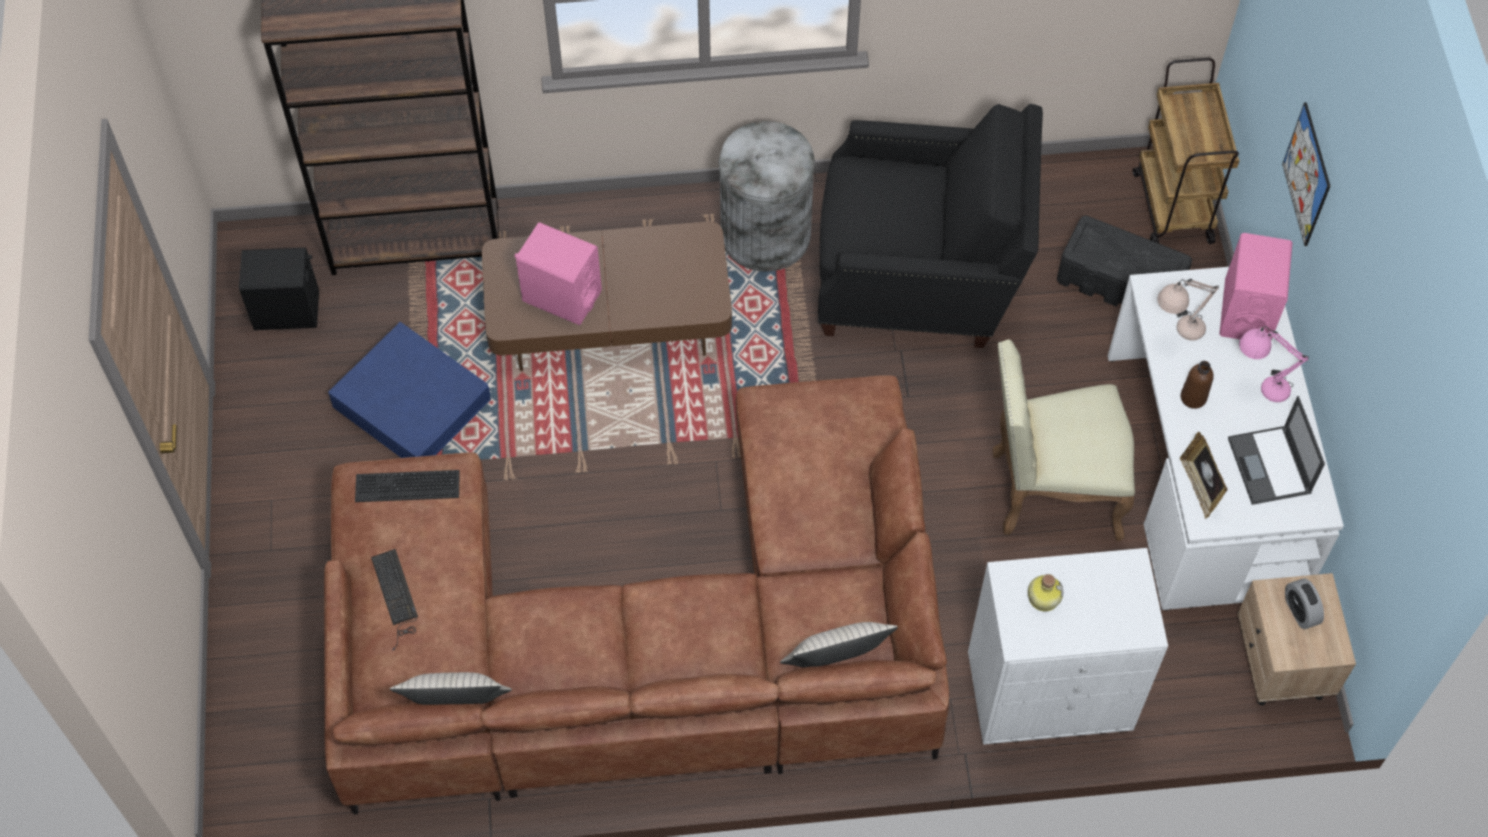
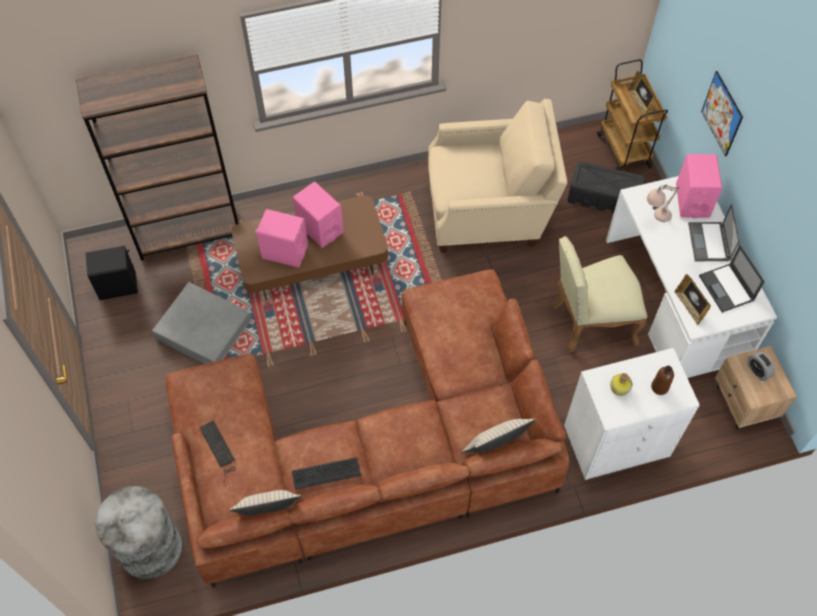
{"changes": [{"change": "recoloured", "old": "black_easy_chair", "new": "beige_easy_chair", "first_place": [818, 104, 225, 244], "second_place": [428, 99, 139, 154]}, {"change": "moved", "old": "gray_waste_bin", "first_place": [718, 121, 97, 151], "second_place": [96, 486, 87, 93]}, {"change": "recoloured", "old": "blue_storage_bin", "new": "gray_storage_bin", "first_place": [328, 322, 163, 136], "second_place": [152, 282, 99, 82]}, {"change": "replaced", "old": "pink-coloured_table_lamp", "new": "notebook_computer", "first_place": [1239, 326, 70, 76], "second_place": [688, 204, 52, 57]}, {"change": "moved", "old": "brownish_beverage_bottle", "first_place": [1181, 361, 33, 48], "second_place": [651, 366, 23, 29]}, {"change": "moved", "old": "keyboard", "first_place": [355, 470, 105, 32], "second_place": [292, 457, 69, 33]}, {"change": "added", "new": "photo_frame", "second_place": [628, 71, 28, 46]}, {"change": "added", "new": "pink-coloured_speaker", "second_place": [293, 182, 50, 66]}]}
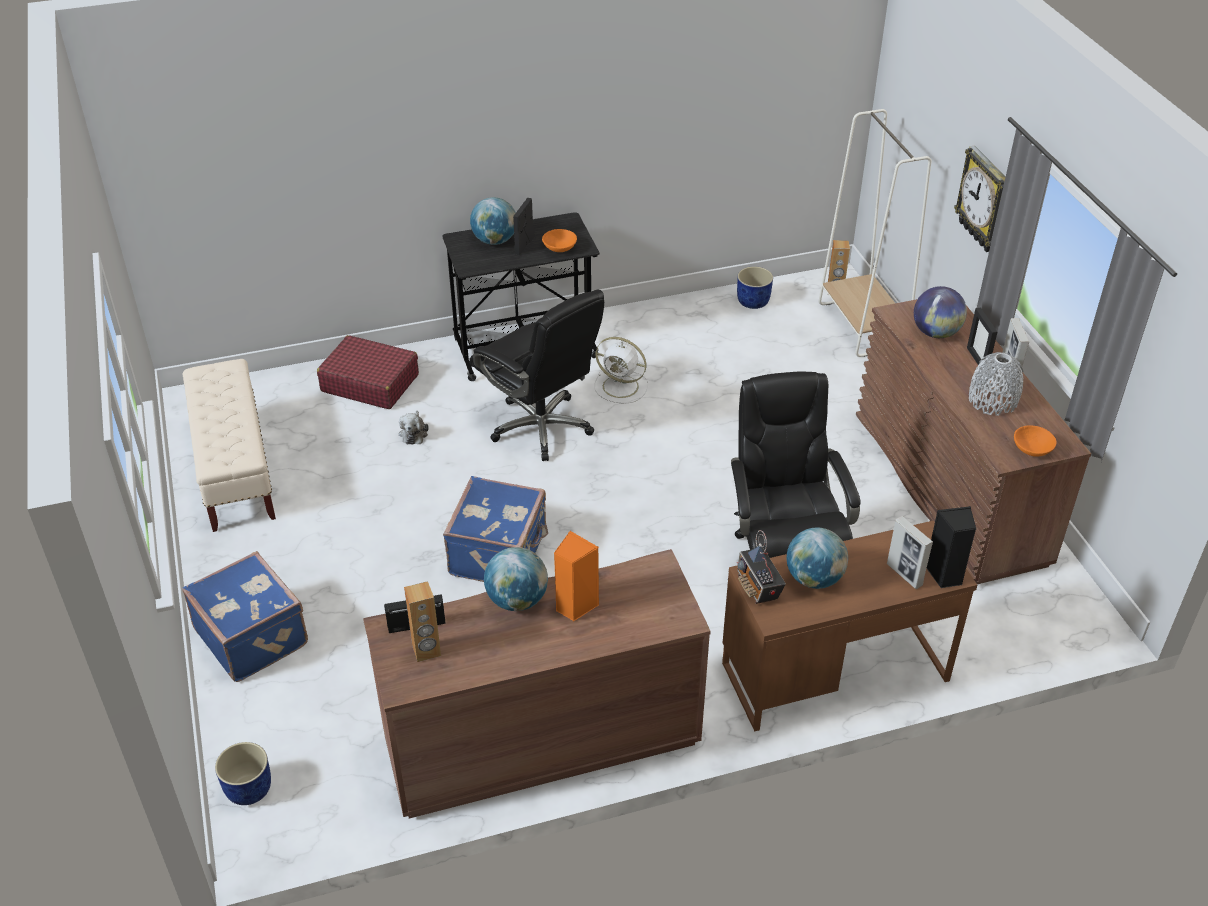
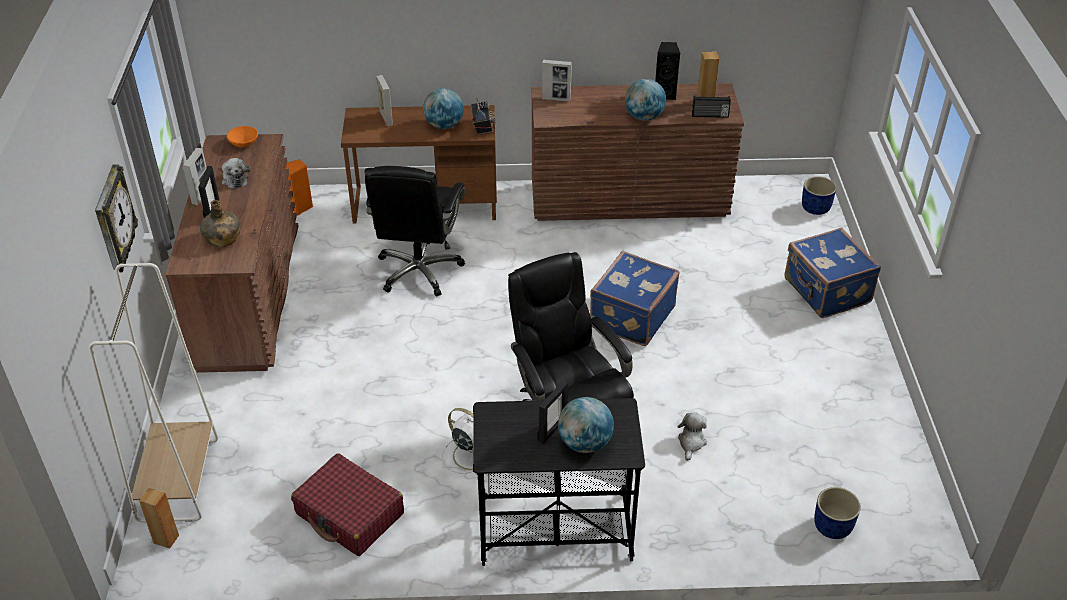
{"changes": [{"change": "removed", "old": "orangey_deep_dish", "first_place": [542, 229, 35, 23]}, {"change": "moved", "old": "blue_planter", "first_place": [737, 267, 36, 42], "second_place": [814, 487, 47, 52]}, {"change": "replaced", "old": "desk_globe", "new": "green-coloured_beverage_bottle", "first_place": [914, 286, 53, 52], "second_place": [200, 200, 41, 47]}, {"change": "moved", "old": "red-coloured_travel_case", "first_place": [317, 335, 102, 74], "second_place": [291, 453, 113, 103]}, {"change": "replaced", "old": "gray_vase", "new": "plush_toy", "first_place": [969, 352, 55, 64], "second_place": [222, 158, 28, 31]}, {"change": "removed", "old": "beige_indoor_bench", "first_place": [183, 359, 93, 173]}, {"change": "moved", "old": "black_speaker", "first_place": [926, 506, 50, 82], "second_place": [655, 42, 26, 58]}, {"change": "moved", "old": "orangey_speaker", "first_place": [554, 531, 45, 90], "second_place": [286, 159, 27, 57]}, {"change": "added", "new": "photo_frame", "second_place": [542, 60, 30, 42]}]}
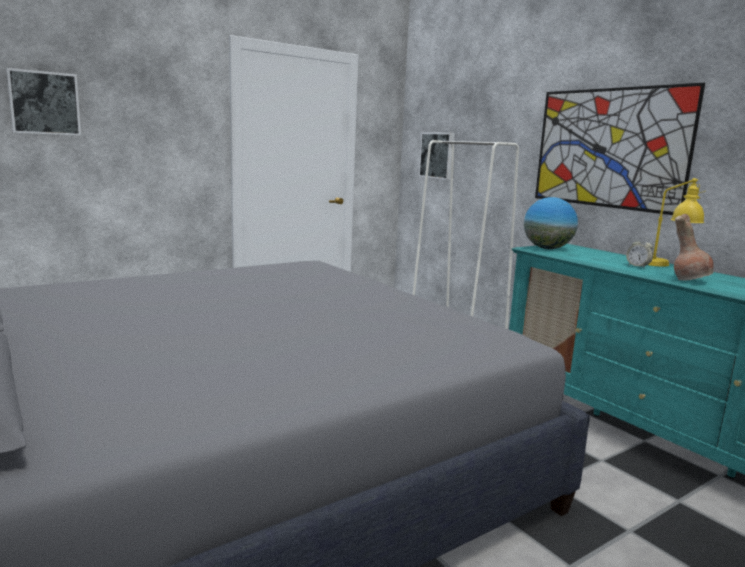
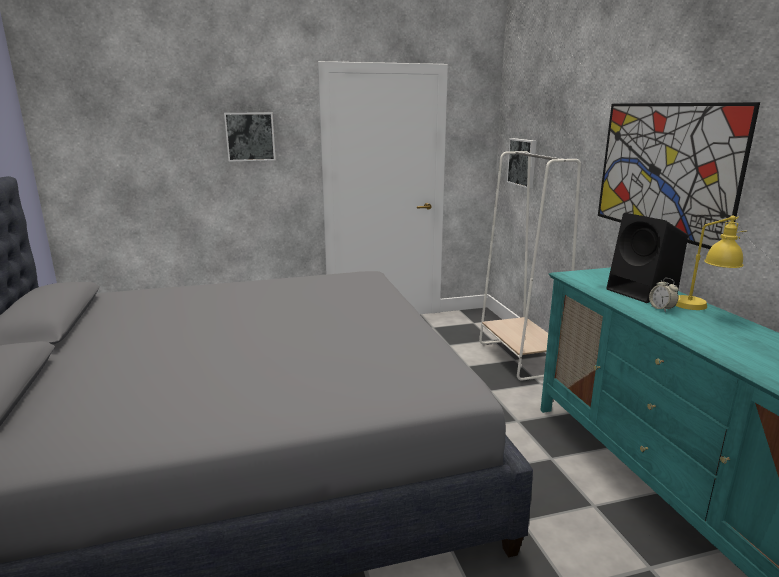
{"changes": [{"change": "moved", "old": "picture", "first_place": [6, 68, 75, 68], "second_place": [224, 113, 52, 49]}, {"change": "removed", "old": "desk_globe", "first_place": [524, 197, 54, 52]}, {"change": "removed", "old": "brownish_vase", "first_place": [674, 214, 40, 66]}, {"change": "added", "new": "black_speaker", "second_place": [606, 213, 82, 90]}]}
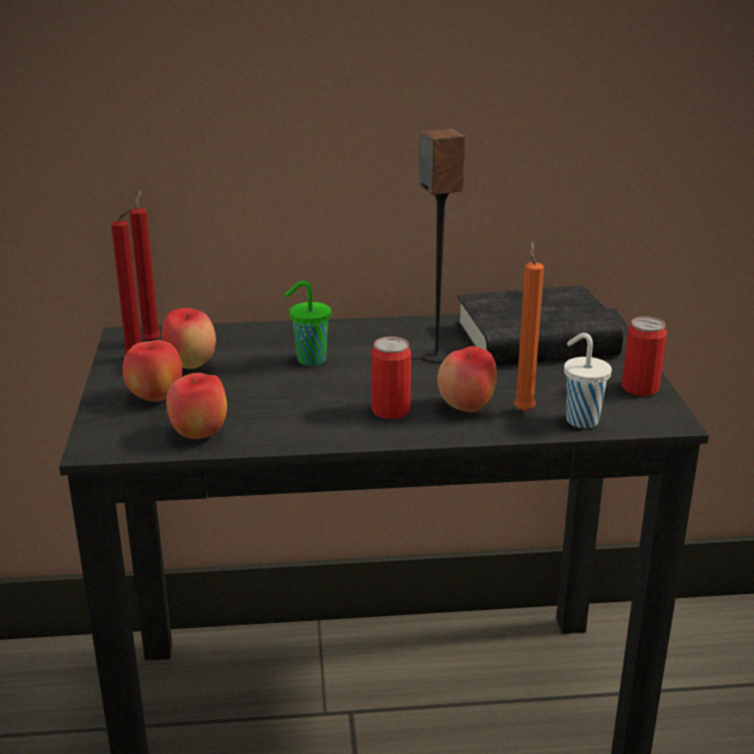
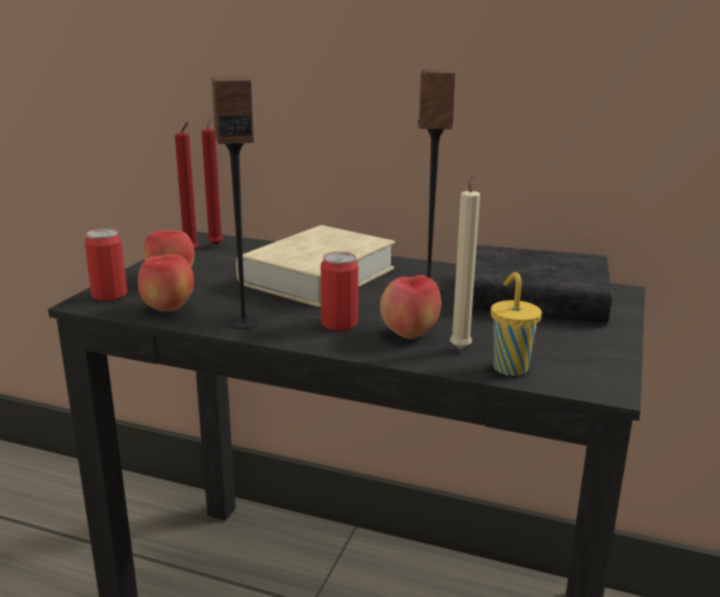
{"changes": [{"change": "recoloured", "old": "orangey_candle", "new": "beige_candle", "first_place": [514, 242, 30, 170], "second_place": [450, 170, 30, 179]}, {"change": "replaced", "old": "green-coloured_cup", "new": "beige_book", "first_place": [285, 281, 46, 85], "second_place": [236, 225, 159, 82]}, {"change": "removed", "old": "whole_apple", "first_place": [162, 308, 54, 61]}, {"change": "moved", "old": "metal_can", "first_place": [622, 316, 45, 80], "second_place": [85, 228, 42, 73]}, {"change": "recoloured", "old": "whitish_cup", "new": "yellow-coloured_cup", "first_place": [564, 333, 48, 95], "second_place": [491, 272, 51, 104]}, {"change": "added", "new": "speaker", "second_place": [211, 76, 48, 253]}]}
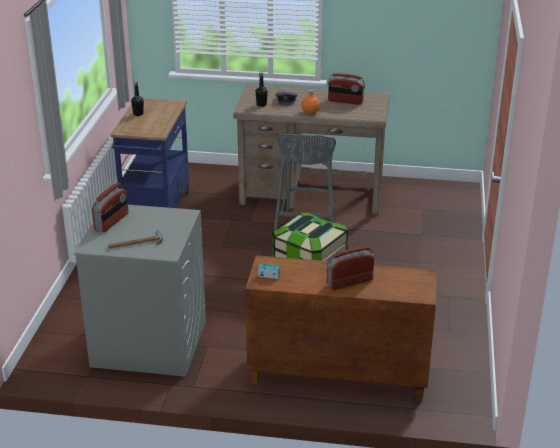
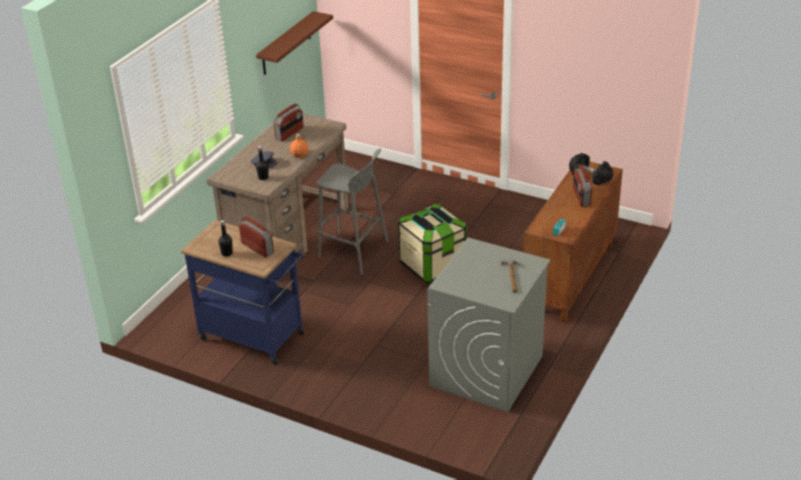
{"changes": [{"change": "moved", "old": "radio_set", "first_place": [92, 183, 37, 49], "second_place": [239, 216, 35, 42]}, {"change": "added", "new": "brownish_shelf", "second_place": [256, 11, 77, 64]}, {"change": "added", "new": "black_free_weight", "second_place": [569, 153, 44, 32]}]}
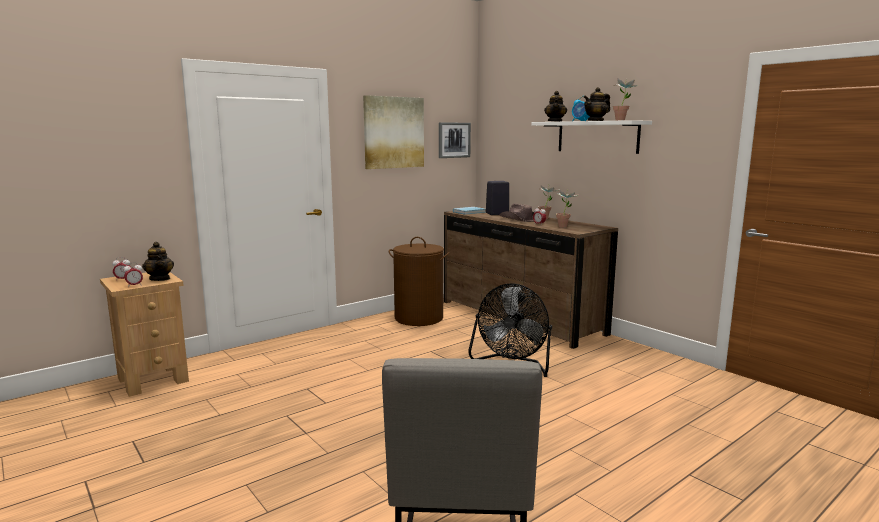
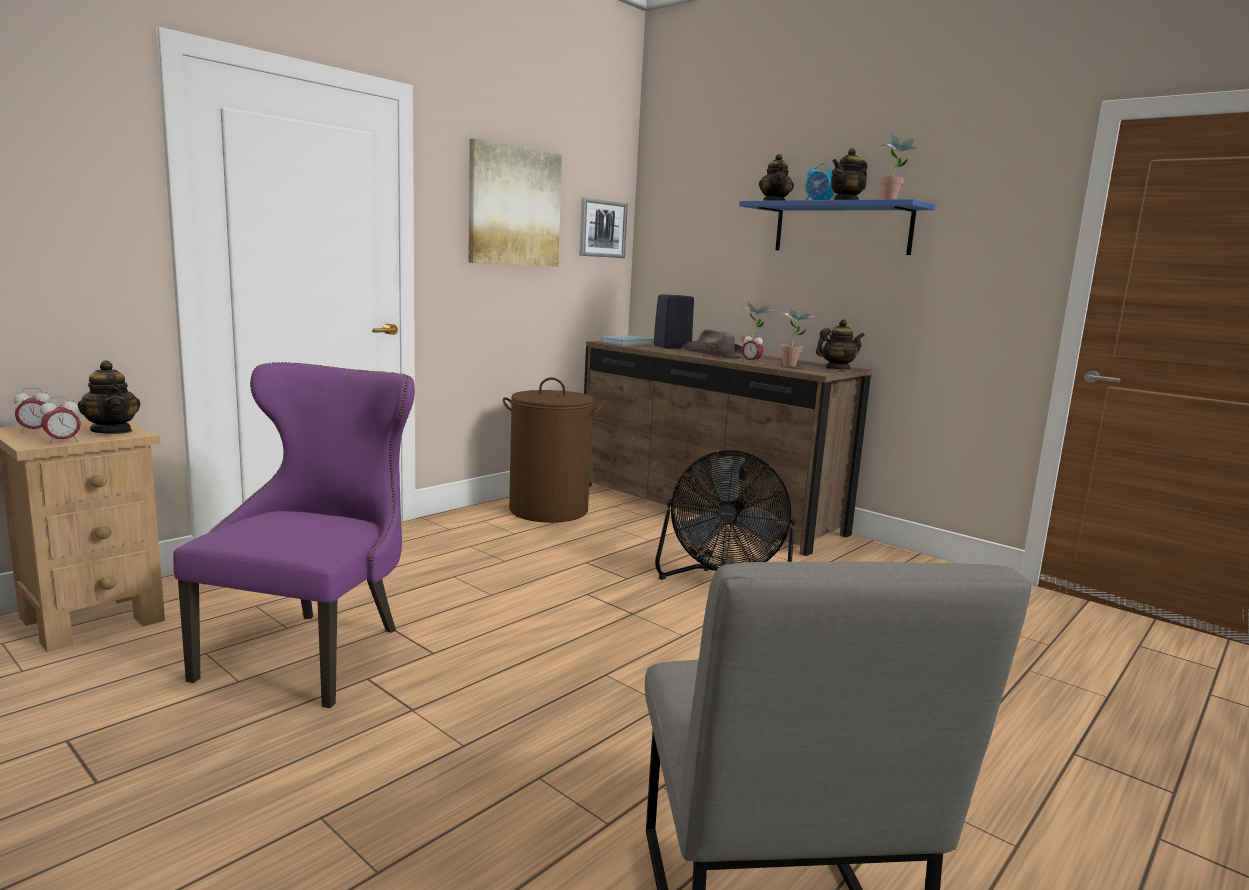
{"changes": [{"change": "recoloured", "old": "whitish_shelf", "new": "blue_shelf", "first_place": [531, 120, 121, 34], "second_place": [739, 199, 196, 56]}, {"change": "added", "new": "tea_pot", "second_place": [816, 320, 49, 49]}, {"change": "added", "new": "purple-coloured_chair", "second_place": [173, 362, 242, 346]}]}
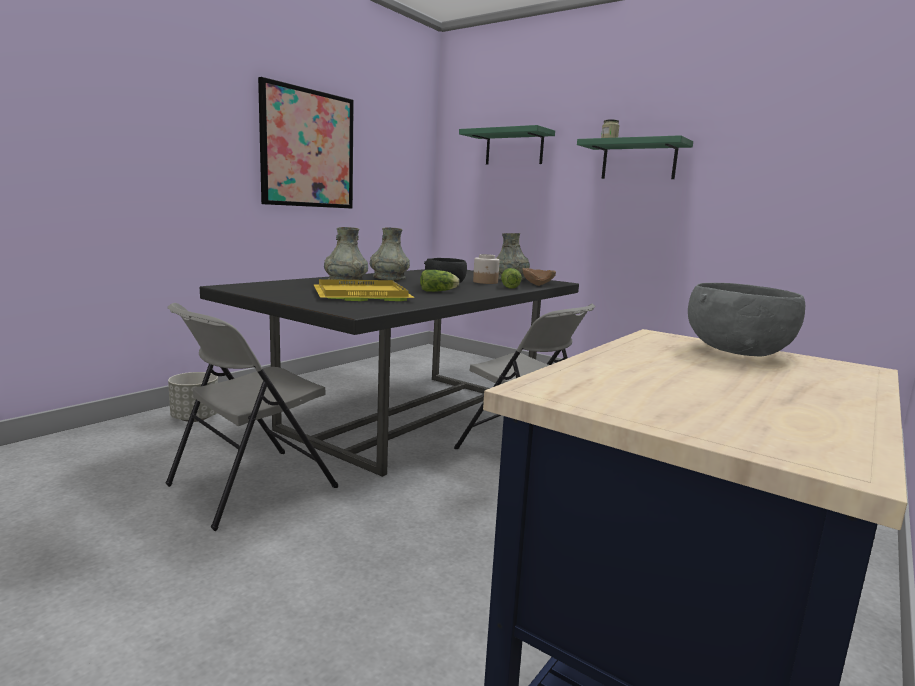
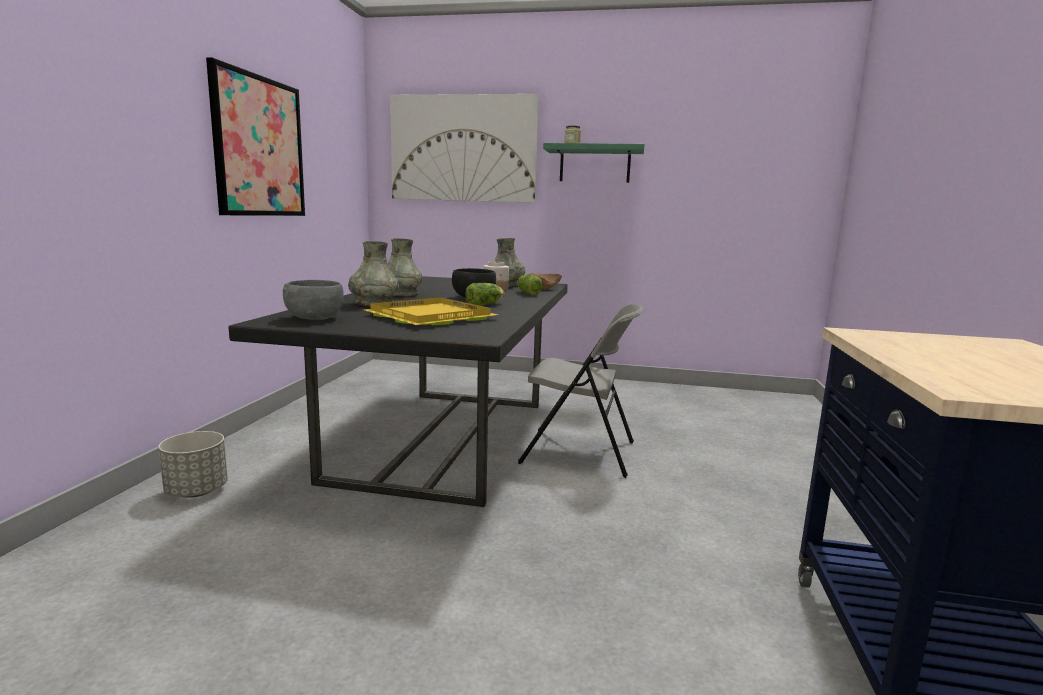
{"changes": [{"change": "replaced", "old": "green-coloured_shelf", "new": "picture", "first_place": [459, 125, 96, 39], "second_place": [390, 94, 149, 109]}, {"change": "moved", "old": "gray_deep_dish", "first_place": [688, 283, 117, 74], "second_place": [283, 280, 61, 40]}, {"change": "removed", "old": "gray_chair", "first_place": [165, 303, 173, 228]}]}
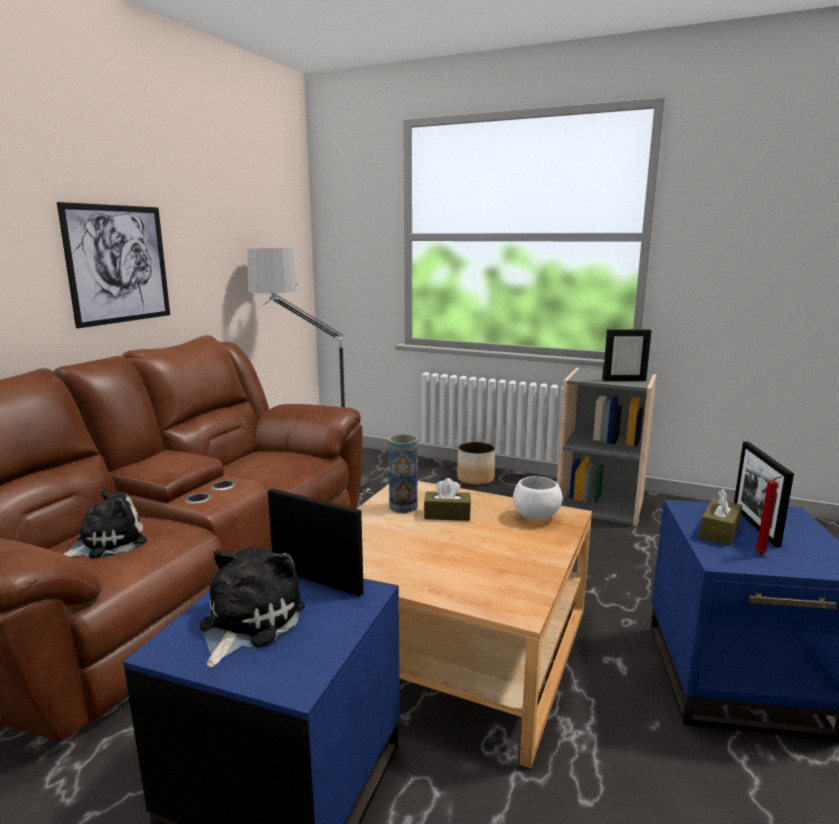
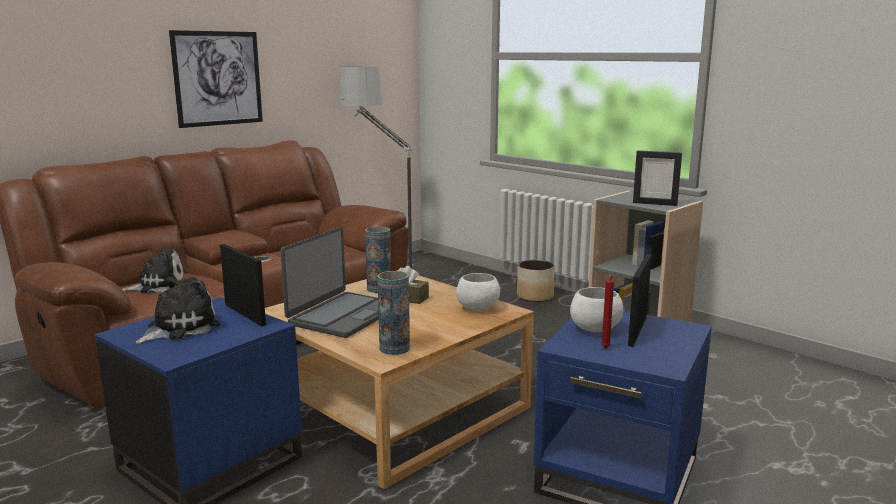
{"changes": [{"change": "replaced", "old": "brownish_tissue_box", "new": "whitish_deep_dish", "first_place": [699, 489, 43, 56], "second_place": [570, 287, 53, 45]}, {"change": "added", "new": "notebook_computer", "second_place": [280, 227, 99, 111]}, {"change": "added", "new": "vase", "second_place": [378, 271, 32, 84]}]}
